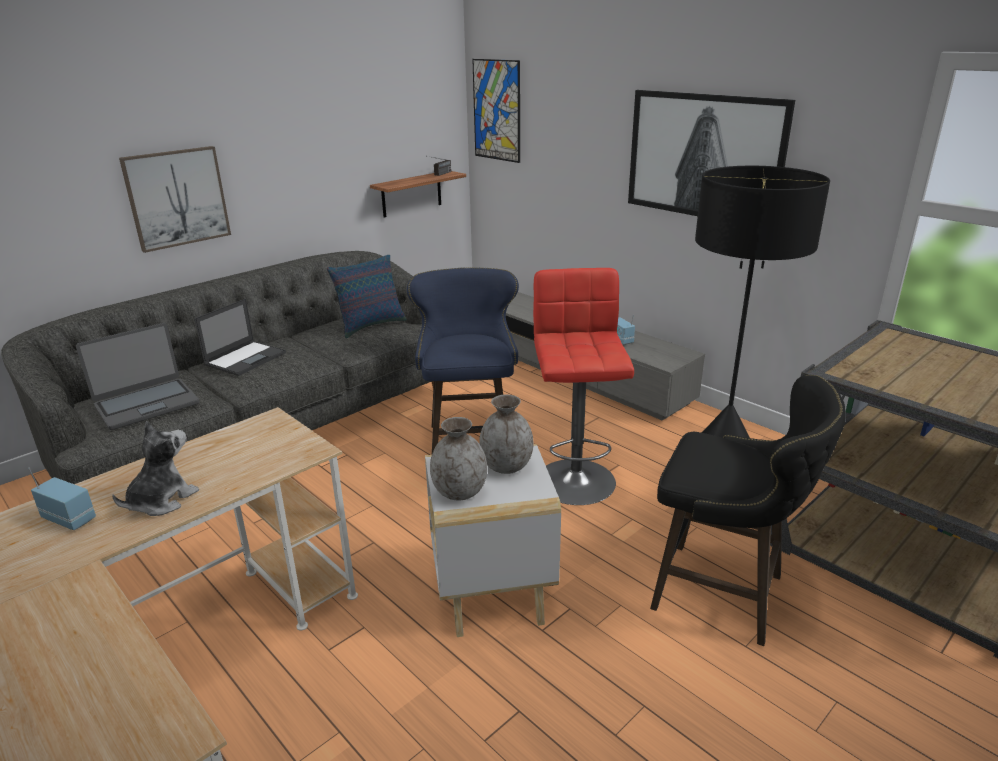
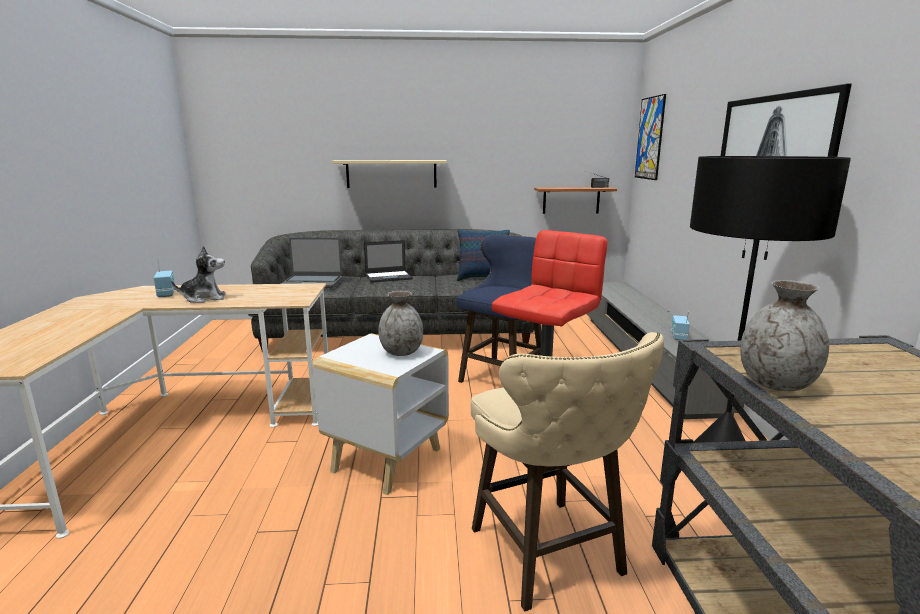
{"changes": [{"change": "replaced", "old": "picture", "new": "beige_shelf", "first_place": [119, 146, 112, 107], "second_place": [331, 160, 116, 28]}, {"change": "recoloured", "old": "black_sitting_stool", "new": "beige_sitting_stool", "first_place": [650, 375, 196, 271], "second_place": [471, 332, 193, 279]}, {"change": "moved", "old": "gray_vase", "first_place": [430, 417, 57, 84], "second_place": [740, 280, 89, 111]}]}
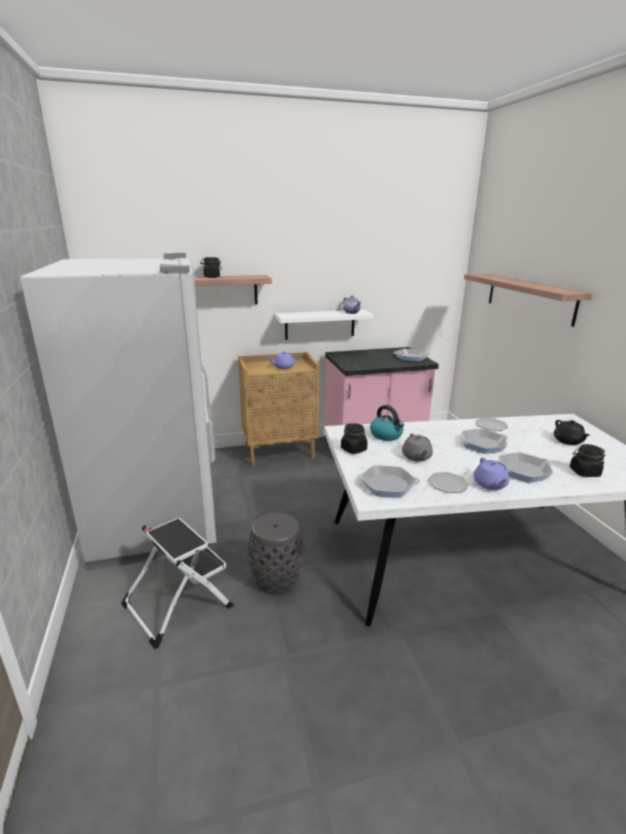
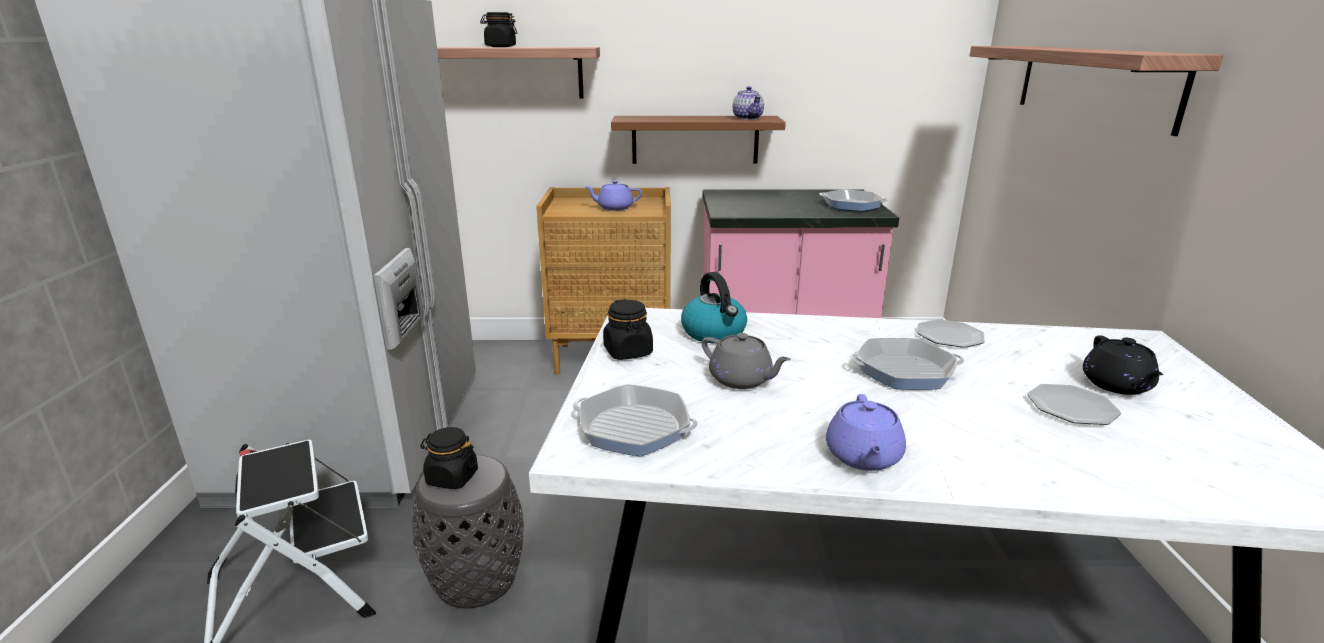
{"changes": [{"change": "recoloured", "old": "whitish_shelf", "new": "brownish_shelf", "first_place": [275, 310, 99, 30], "second_place": [611, 116, 175, 48]}, {"change": "turned", "old": "gray_tea_pot", "first_place": [402, 433, 31, 28], "second_place": [702, 333, 89, 56], "degrees": -60}, {"change": "moved", "old": "black_storage_jar", "first_place": [570, 444, 35, 33], "second_place": [420, 427, 58, 62]}, {"change": "removed", "old": "pan", "first_place": [499, 452, 54, 31]}, {"change": "moved", "old": "dinner_plate", "first_place": [428, 472, 41, 21], "second_place": [1027, 384, 94, 41]}]}
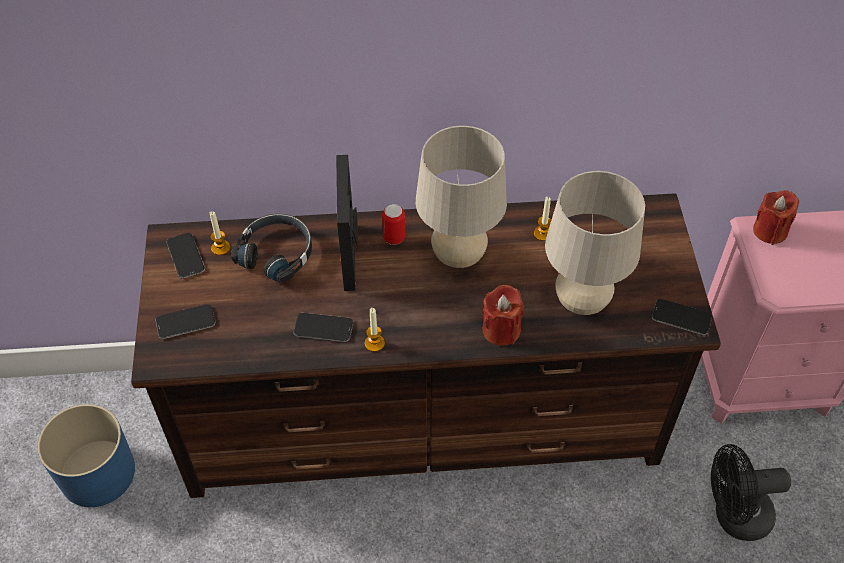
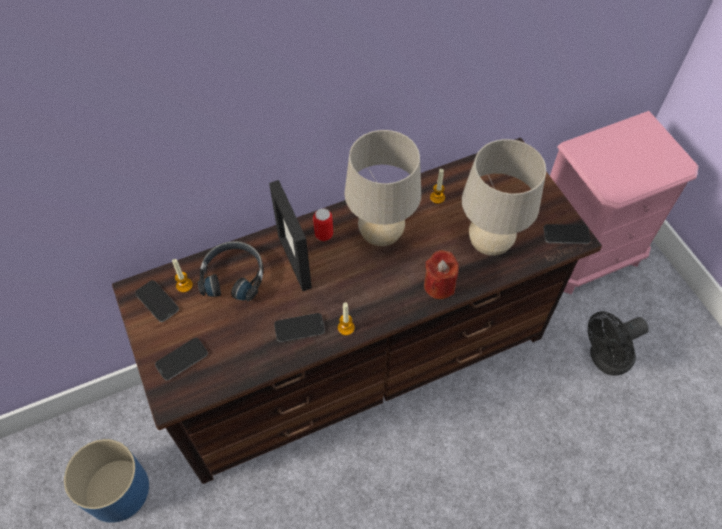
{"changes": [{"change": "removed", "old": "red-coloured_candle", "first_place": [753, 190, 46, 55]}]}
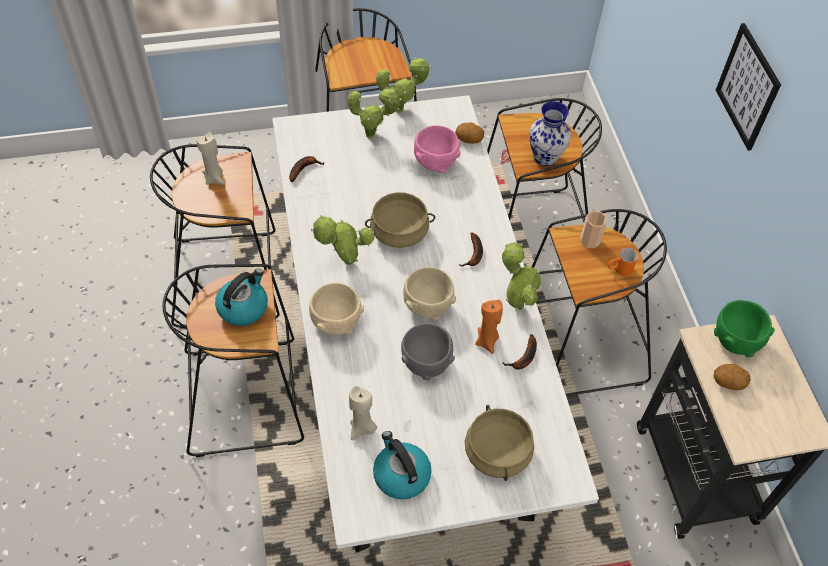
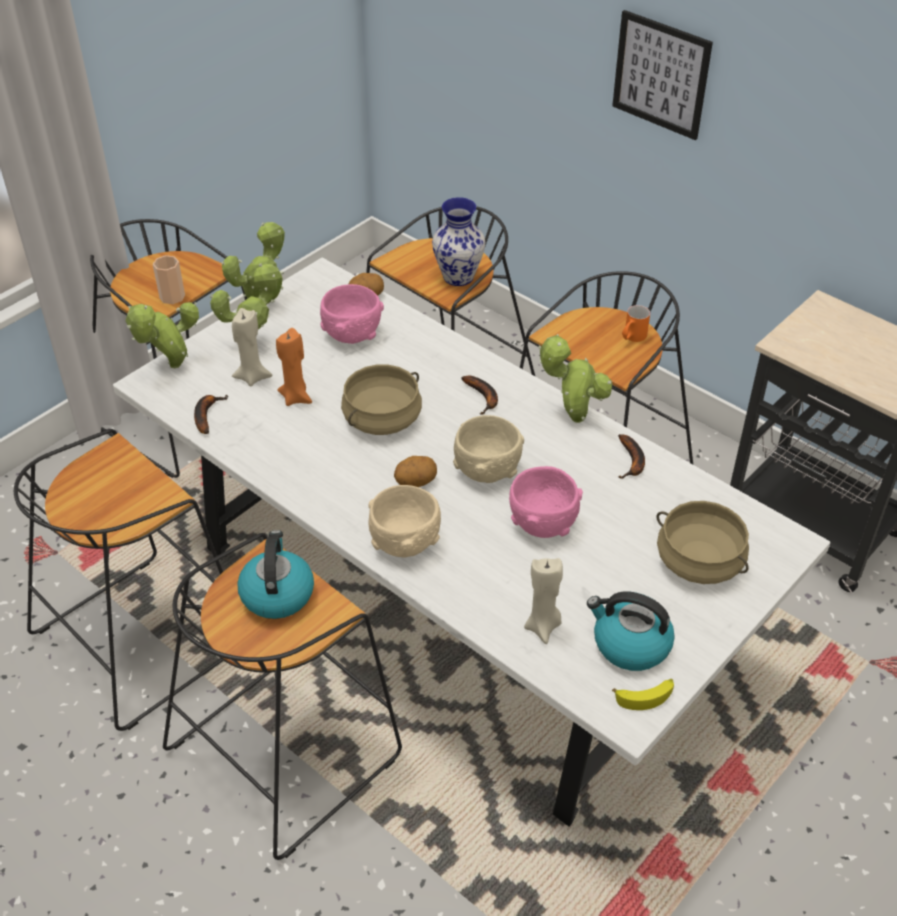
{"changes": [{"change": "moved", "old": "beige_candle", "first_place": [197, 132, 27, 53], "second_place": [232, 308, 40, 79]}, {"change": "moved", "old": "cup", "first_place": [581, 211, 26, 37], "second_place": [153, 255, 32, 49]}, {"change": "moved", "old": "plant_in_a_pot", "first_place": [311, 215, 64, 50], "second_place": [125, 302, 74, 66]}, {"change": "moved", "old": "orangey_candle", "first_place": [475, 300, 28, 54], "second_place": [276, 328, 36, 78]}, {"change": "removed", "old": "green-coloured_deep_dish", "first_place": [714, 300, 61, 57]}, {"change": "recoloured", "old": "gray_deep_dish", "new": "pink-coloured_deep_dish", "first_place": [401, 323, 54, 57], "second_place": [509, 466, 74, 72]}, {"change": "moved", "old": "whole_potato", "first_place": [714, 364, 36, 26], "second_place": [394, 456, 43, 31]}, {"change": "added", "new": "whole_banana", "second_place": [612, 679, 62, 31]}]}
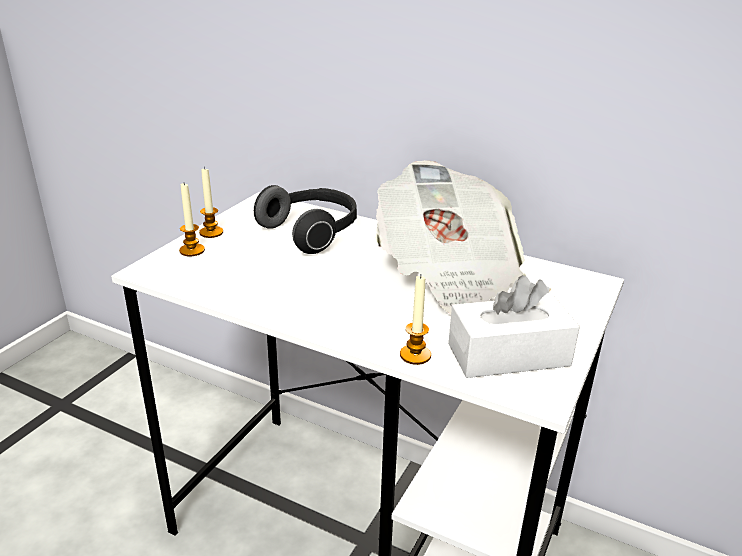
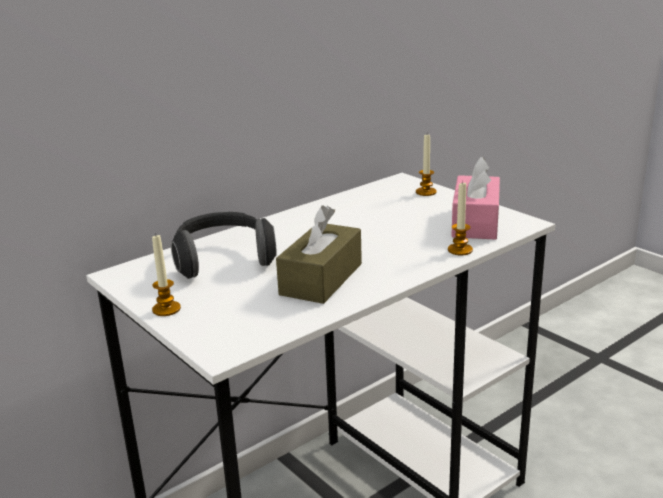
{"changes": [{"change": "removed", "old": "newspaper", "first_place": [375, 160, 151, 154]}, {"change": "moved", "old": "candle", "first_place": [179, 184, 26, 72], "second_place": [416, 135, 21, 61]}, {"change": "recoloured", "old": "whitish_tissue_box", "new": "pink-coloured_tissue_box", "first_place": [448, 275, 132, 103], "second_place": [452, 156, 48, 84]}, {"change": "added", "new": "brownish_tissue_box", "second_place": [276, 206, 86, 98]}]}
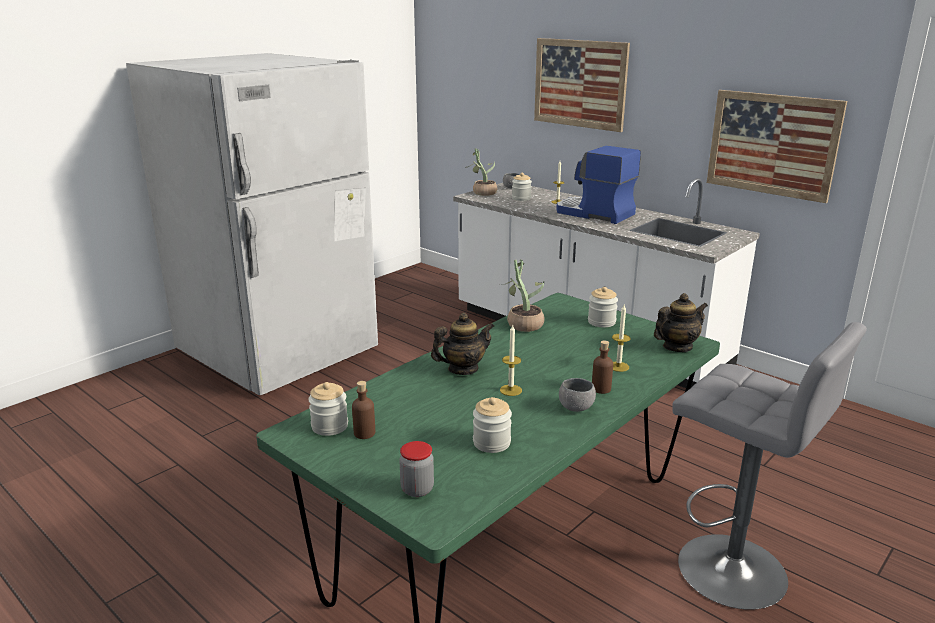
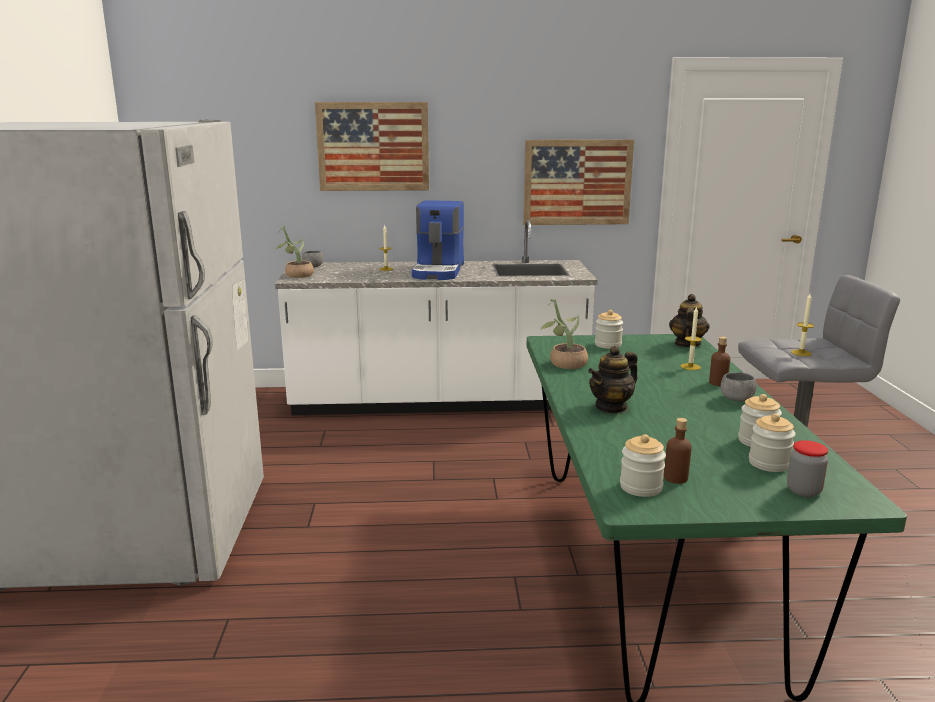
{"changes": [{"change": "turned", "old": "coffee_brewer", "first_place": [556, 146, 85, 78], "second_place": [412, 200, 52, 80], "degrees": -75}, {"change": "moved", "old": "storage_jar", "first_place": [512, 173, 20, 28], "second_place": [749, 414, 47, 58]}, {"change": "turned", "old": "tea_pot", "first_place": [431, 313, 63, 62], "second_place": [588, 346, 50, 68], "degrees": -150}, {"change": "moved", "old": "candle", "first_place": [500, 325, 22, 71], "second_place": [791, 294, 23, 62]}]}
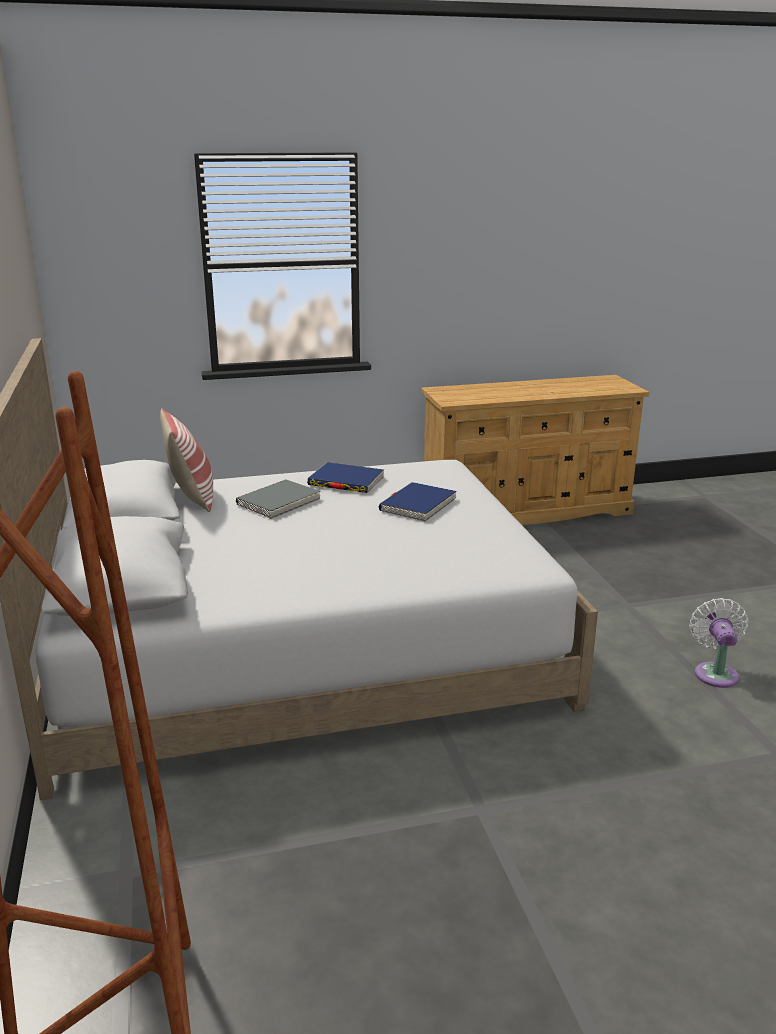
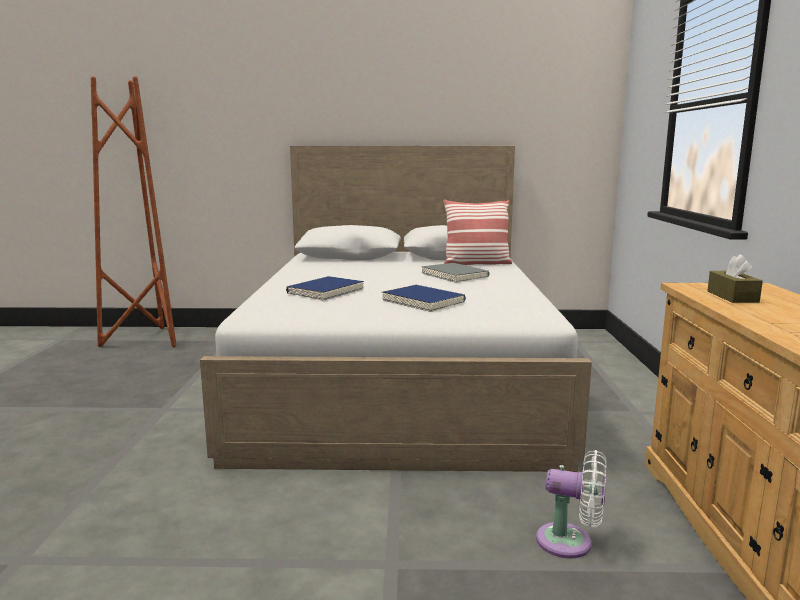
{"changes": [{"change": "moved", "old": "blue_book", "first_place": [307, 462, 77, 31], "second_place": [286, 276, 78, 25]}, {"change": "moved", "old": "whitish_fan", "first_place": [689, 598, 60, 90], "second_place": [536, 450, 71, 108]}, {"change": "added", "new": "brownish_tissue_box", "second_place": [707, 254, 56, 49]}]}
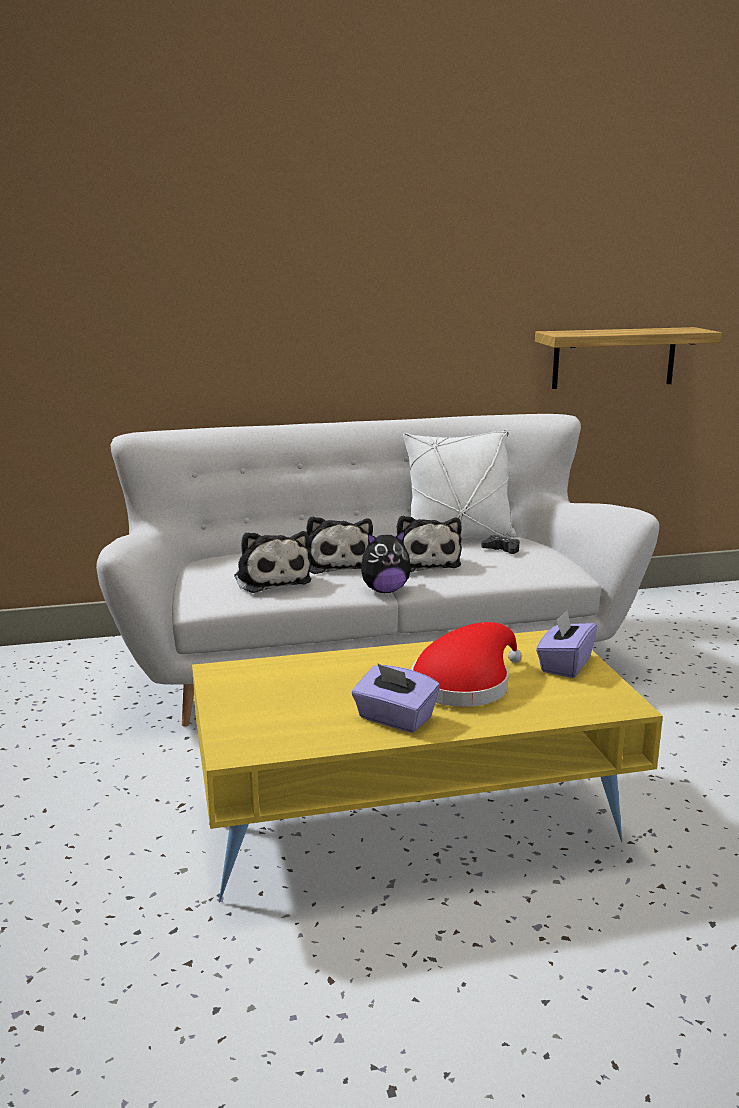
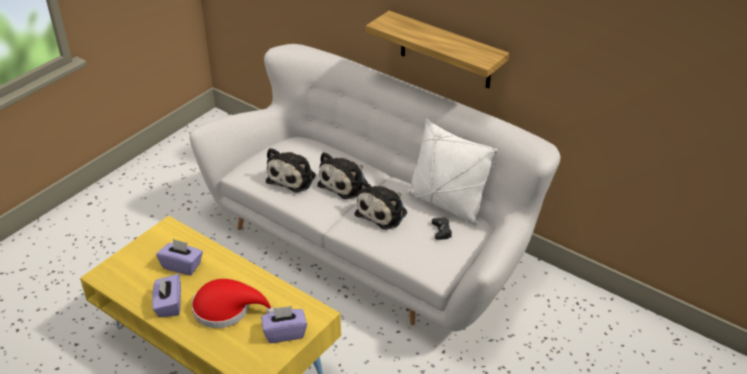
{"changes": [{"change": "moved", "old": "shelf", "first_place": [535, 327, 187, 62], "second_place": [366, 11, 143, 78]}, {"change": "removed", "old": "plush_toy", "first_place": [361, 530, 50, 63]}, {"change": "added", "new": "purple-coloured_tissue_box", "second_place": [156, 239, 47, 36]}]}
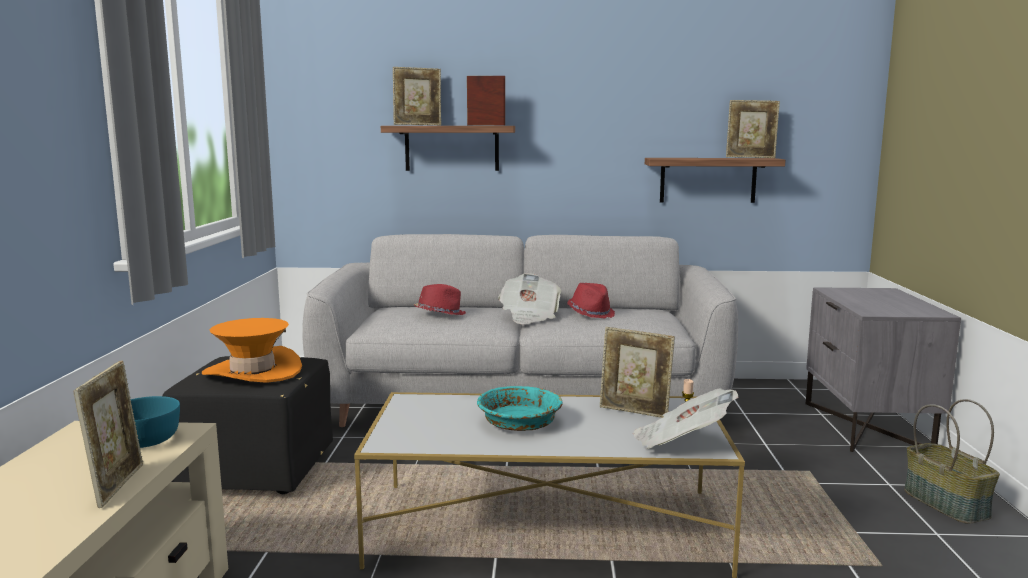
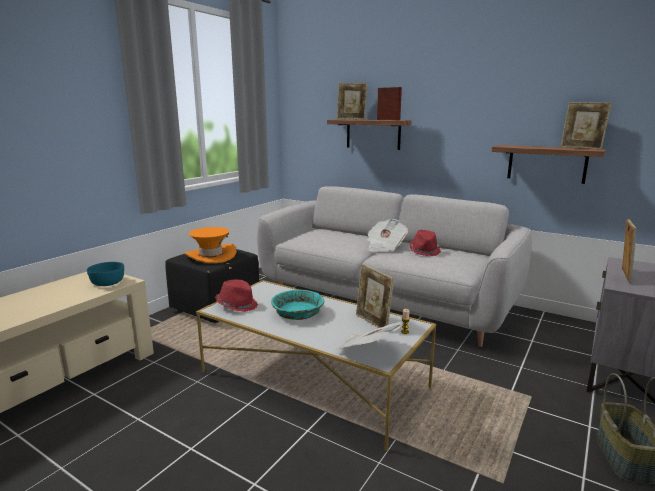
{"changes": [{"change": "moved", "old": "red-coloured_clothing_hat", "first_place": [414, 284, 52, 31], "second_place": [215, 280, 43, 32]}, {"change": "moved", "old": "photo_frame", "first_place": [73, 361, 70, 147], "second_place": [622, 219, 15, 64]}]}
